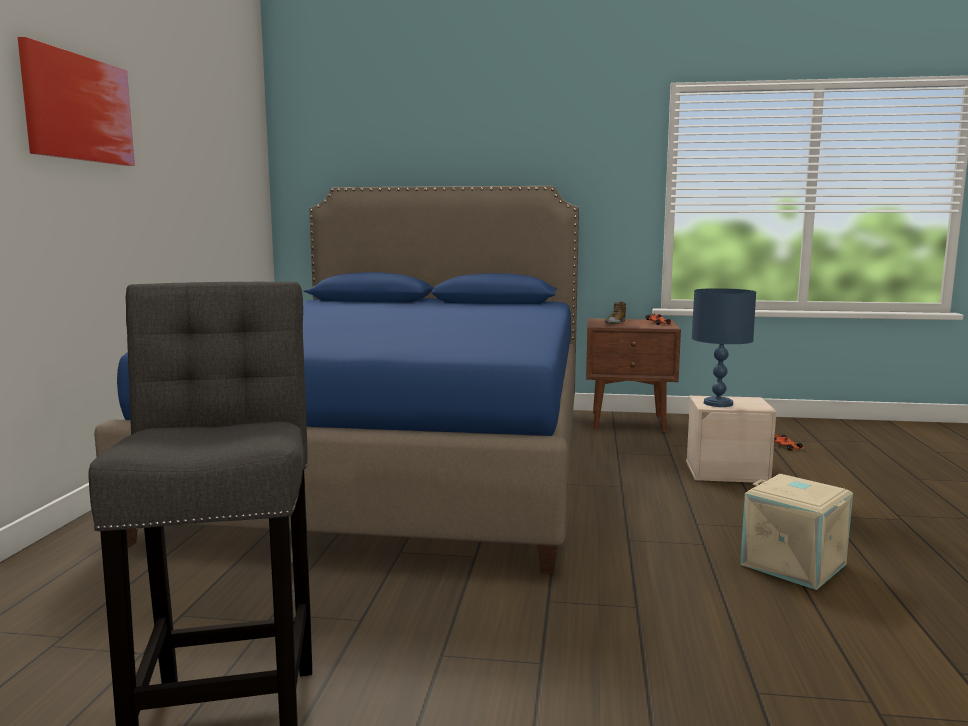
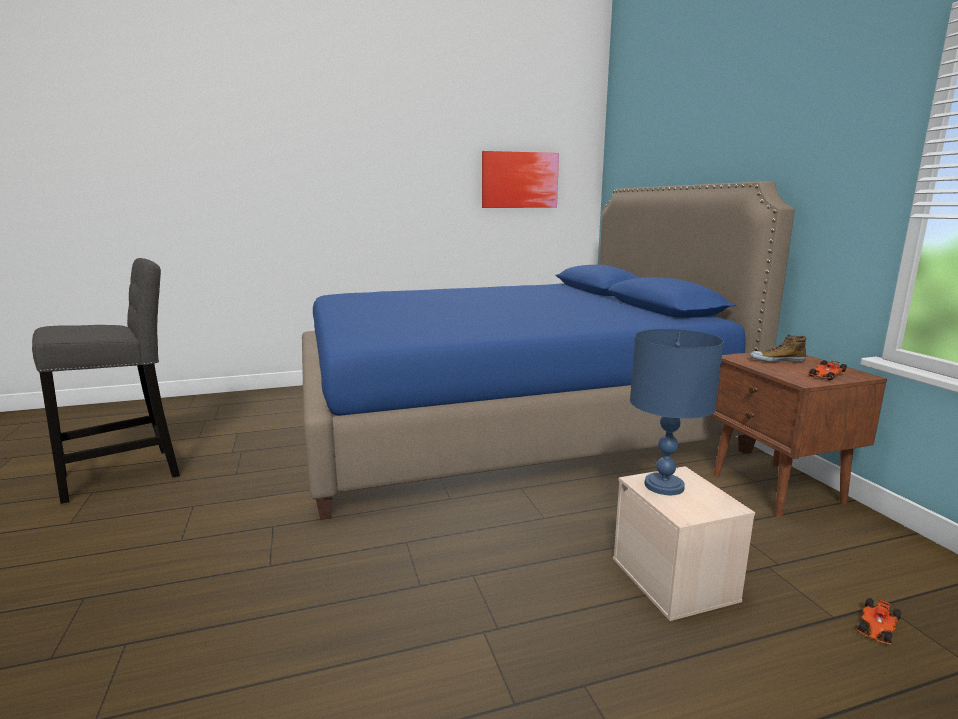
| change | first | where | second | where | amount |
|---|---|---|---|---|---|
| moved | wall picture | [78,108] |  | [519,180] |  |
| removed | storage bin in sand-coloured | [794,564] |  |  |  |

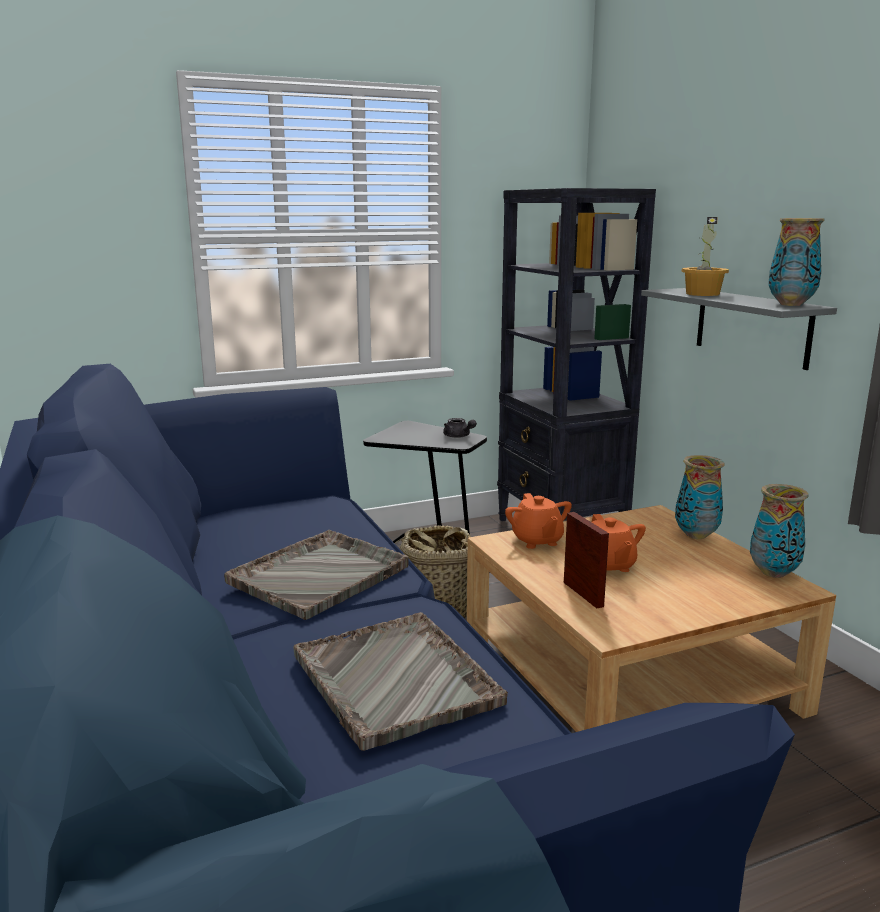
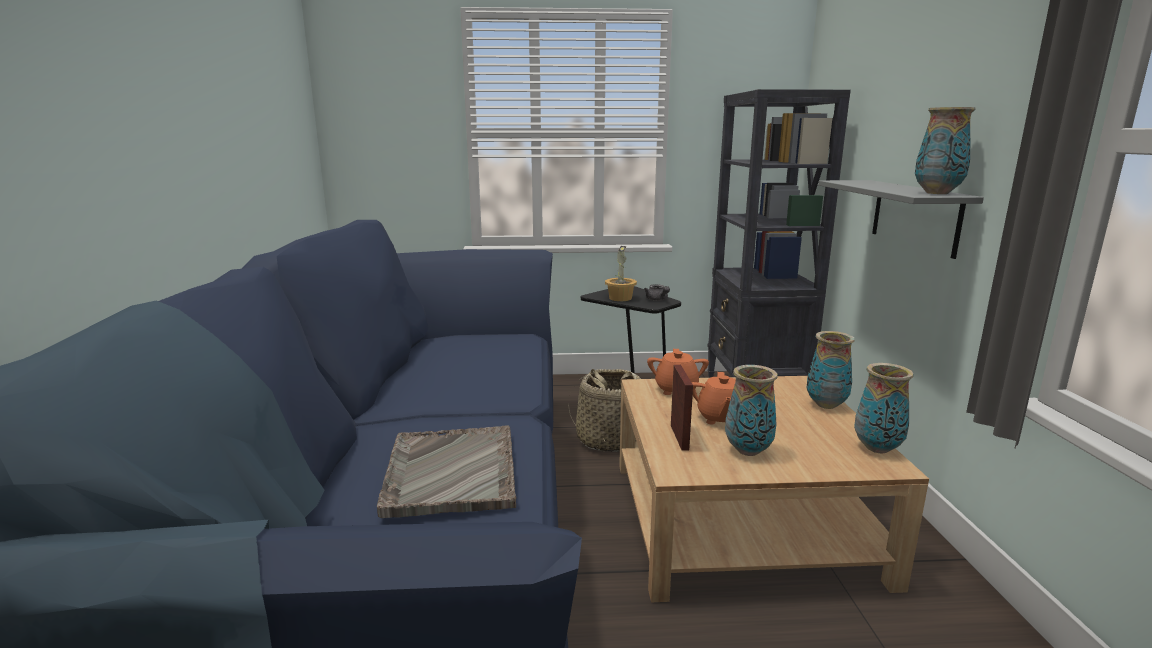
| change | first | where | second | where | amount |
|---|---|---|---|---|---|
| moved | potted plant | [702,294] |  | [620,298] |  |
| removed | carrying tray in grey | [320,574] |  |  |  |
| added |  |  | decorative vase | [747,451] |  |

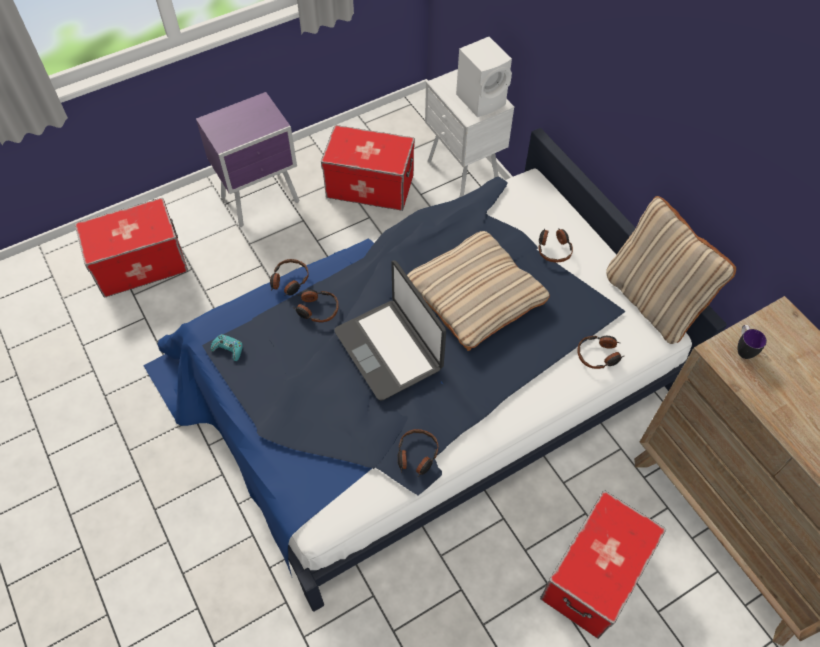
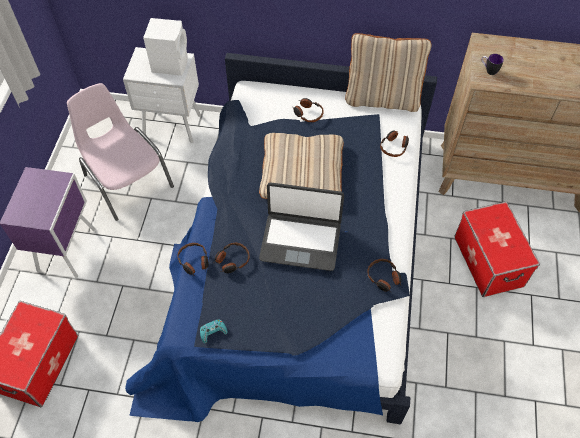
| change | first | where | second | where | amount |
|---|---|---|---|---|---|
| replaced | storage bin | [370,186] | upright chair in pink-coloured | [127,180] |  |

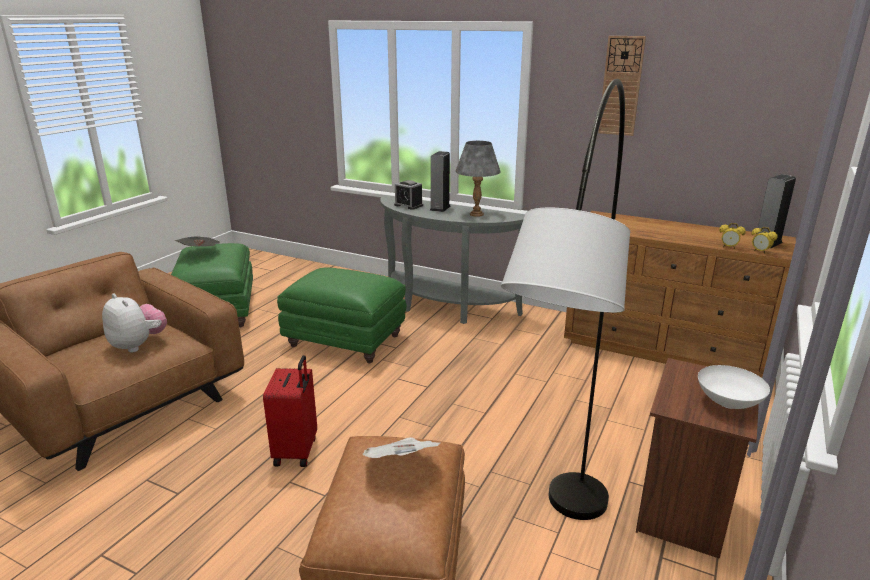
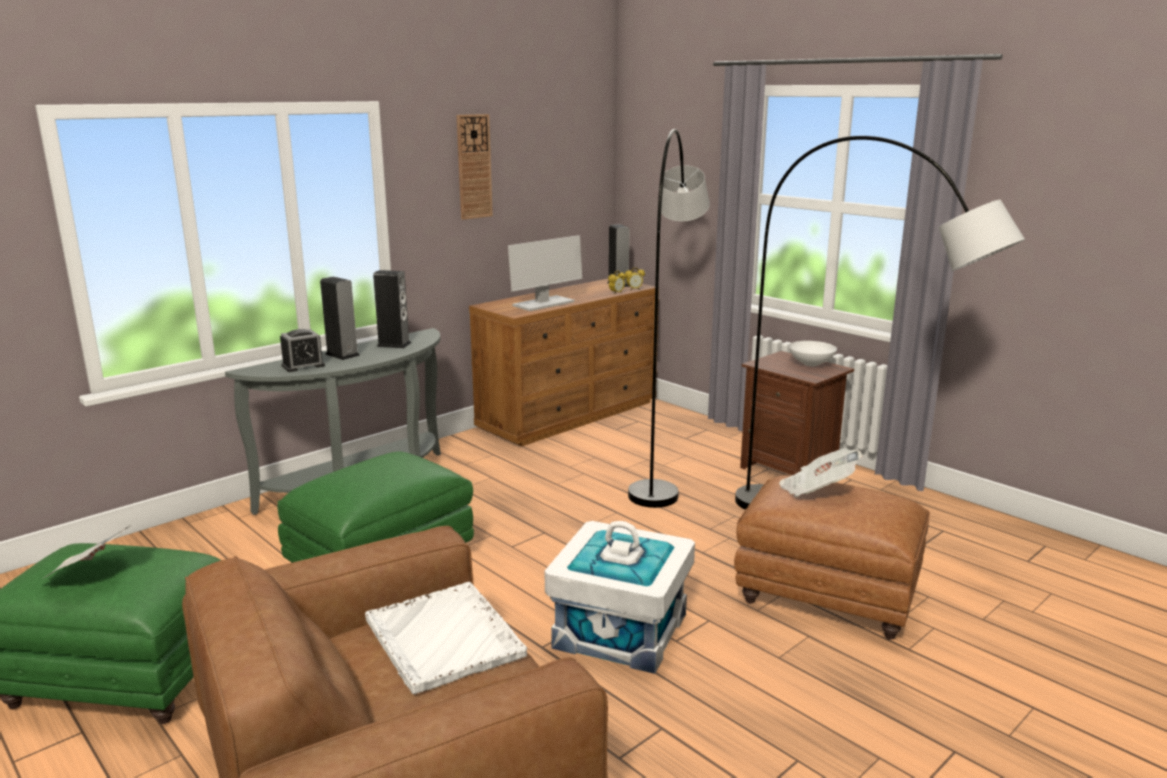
| change | first | where | second | where | amount |
|---|---|---|---|---|---|
| replaced | tabletop lamp in grey | [476,214] | loudspeaker | [394,344] |  |
| replaced | plush toy | [138,345] | carrying tray in white-coloured | [444,639] |  |
| replaced | suitcase in red-coloured | [297,451] | storage bin in white-coloured | [621,630] |  |
| added |  |  | standard lamp in grey | [665,459] |  |
| added |  |  | computer display | [543,304] |  |

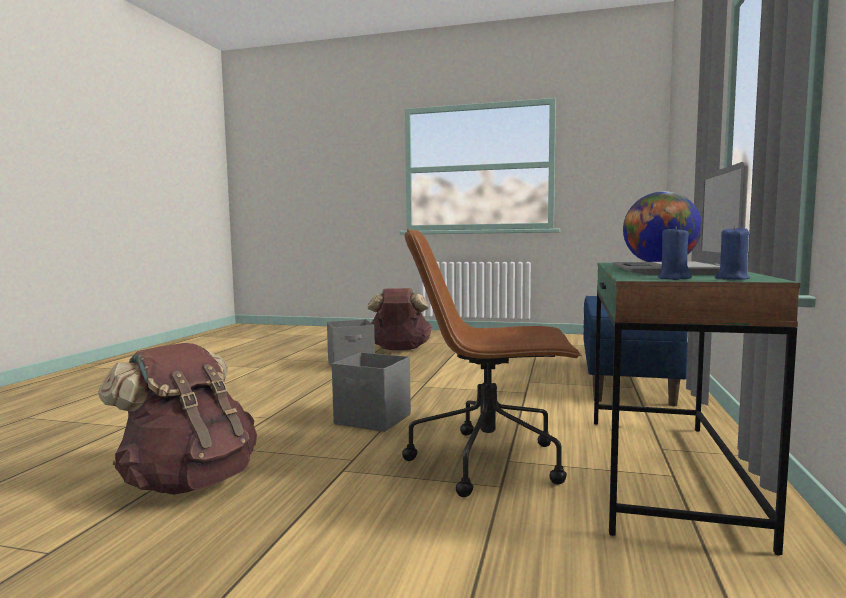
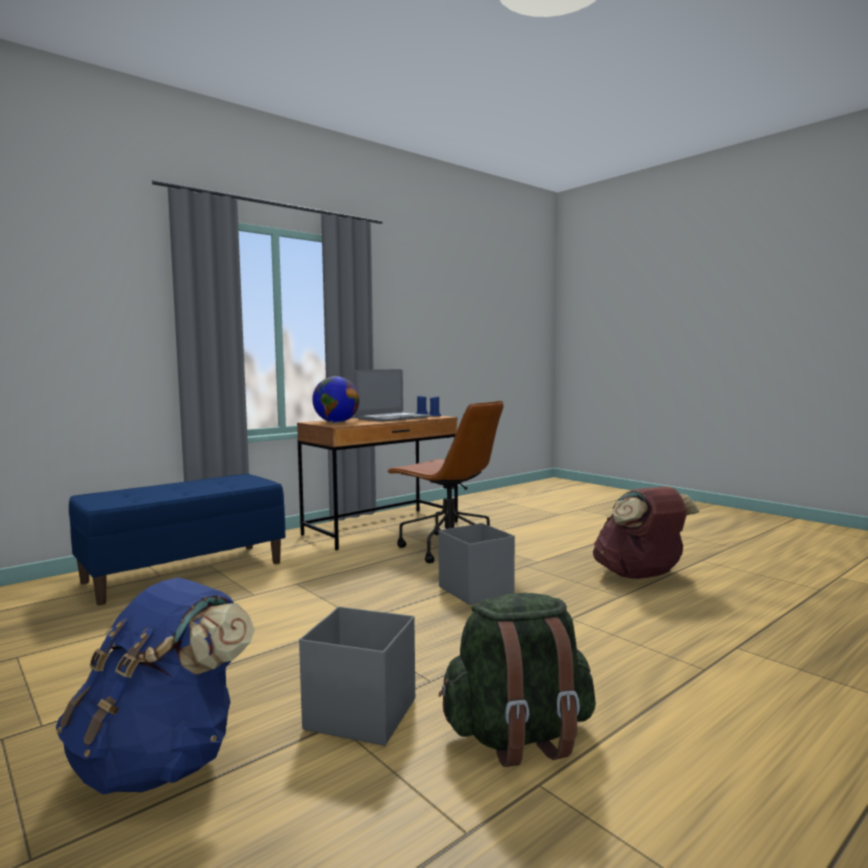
| change | first | where | second | where | amount |
|---|---|---|---|---|---|
| recoloured | desk in greenish | [663,472] | desk in brown | [382,528] |  |
| recoloured | backpack in brown | [399,350] | backpack in blue | [162,761] |  |
| added |  |  | backpack in greenish | [518,736] |  |

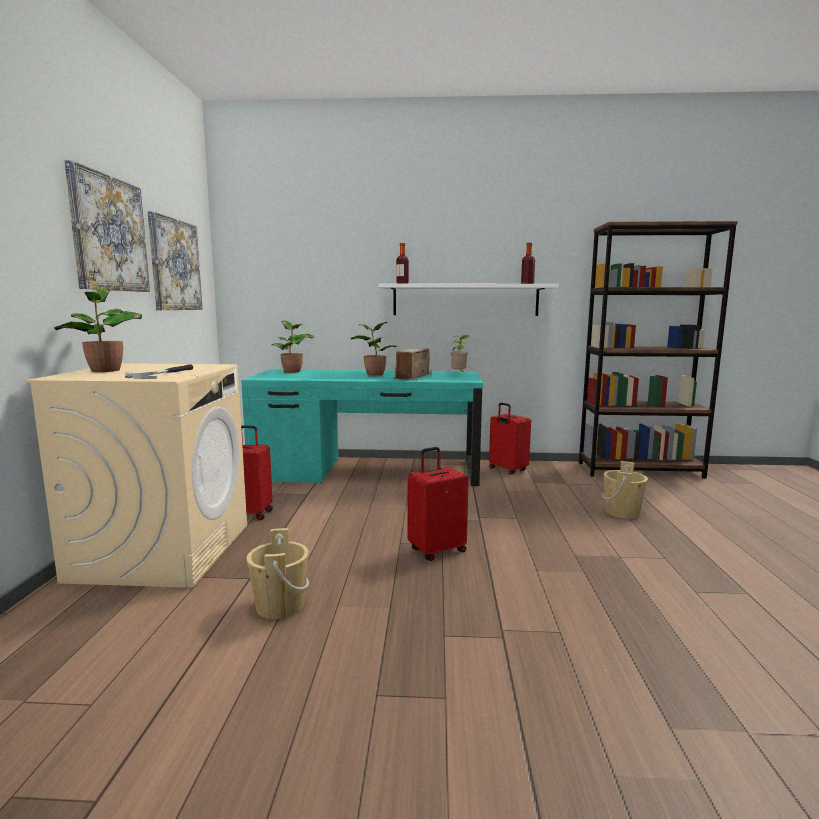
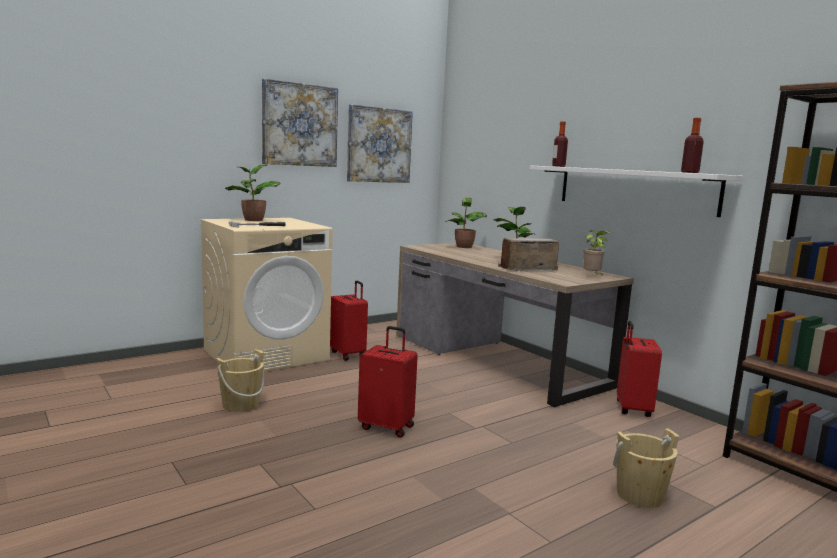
| change | first | where | second | where | amount |
|---|---|---|---|---|---|
| recoloured | desk in turquoise | [368,471] | desk in brown | [496,360] |  |

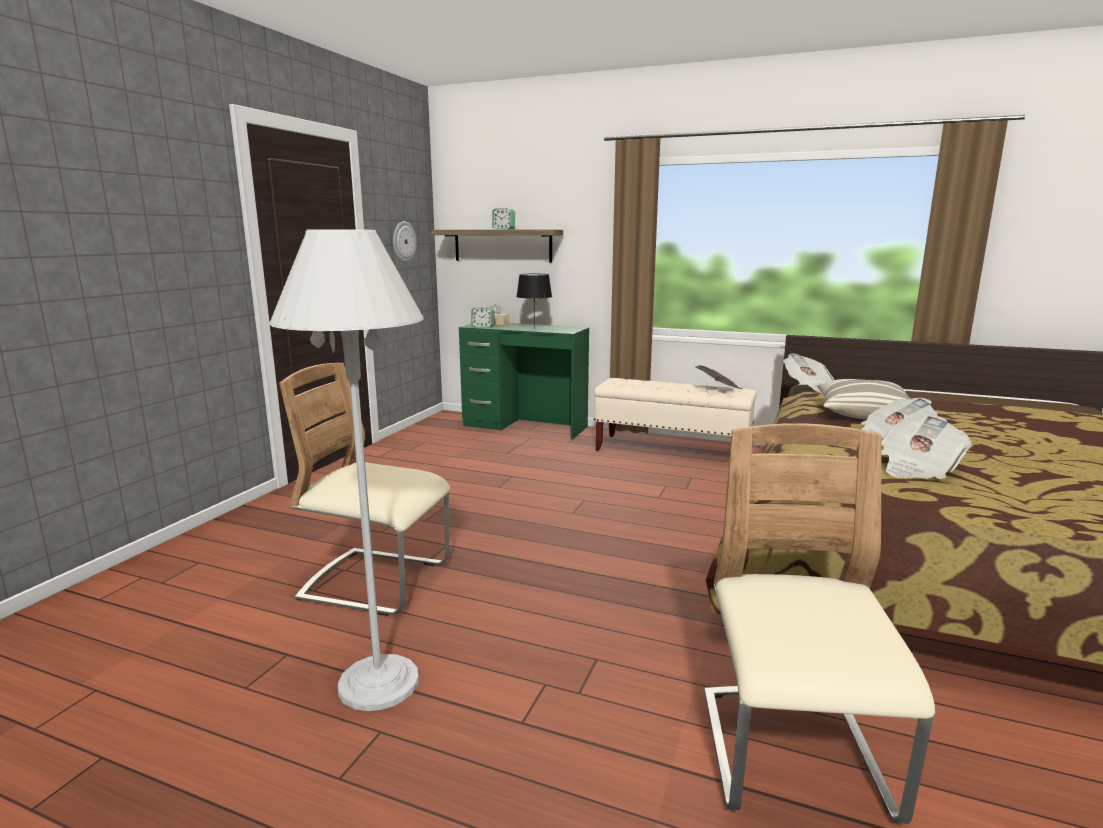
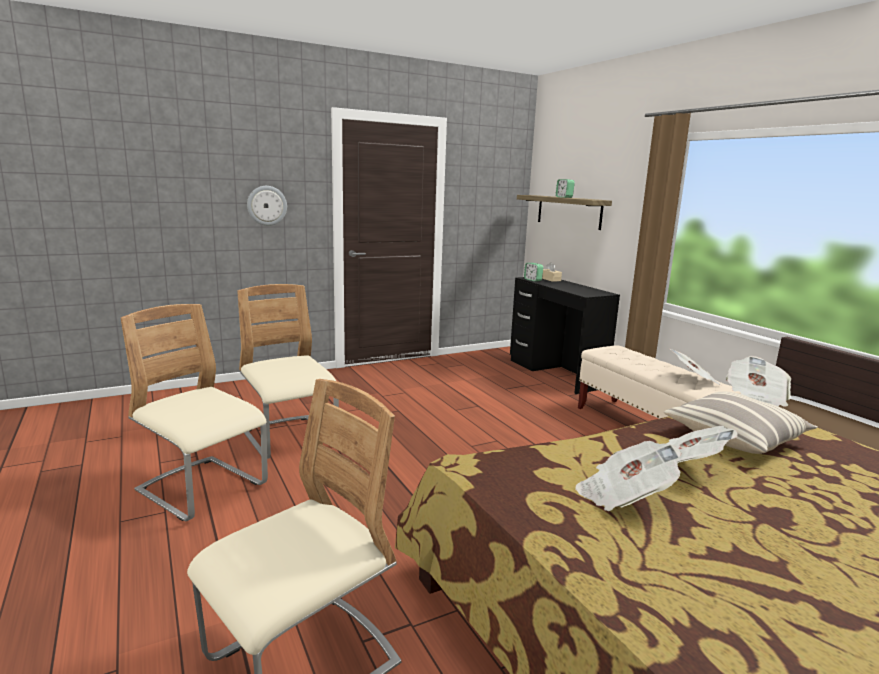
| change | first | where | second | where | amount |
|---|---|---|---|---|---|
| moved | clock on the wall | [403,241] |  | [267,205] |  |
| replaced | standard lamp in white-coloured | [378,683] | upright chair in sand-coloured | [202,489] |  |
| removed | tabletop lamp in blackish | [534,329] |  |  |  |
| recoloured | desk in greenish | [525,426] | desk in blackish | [556,373] |  |

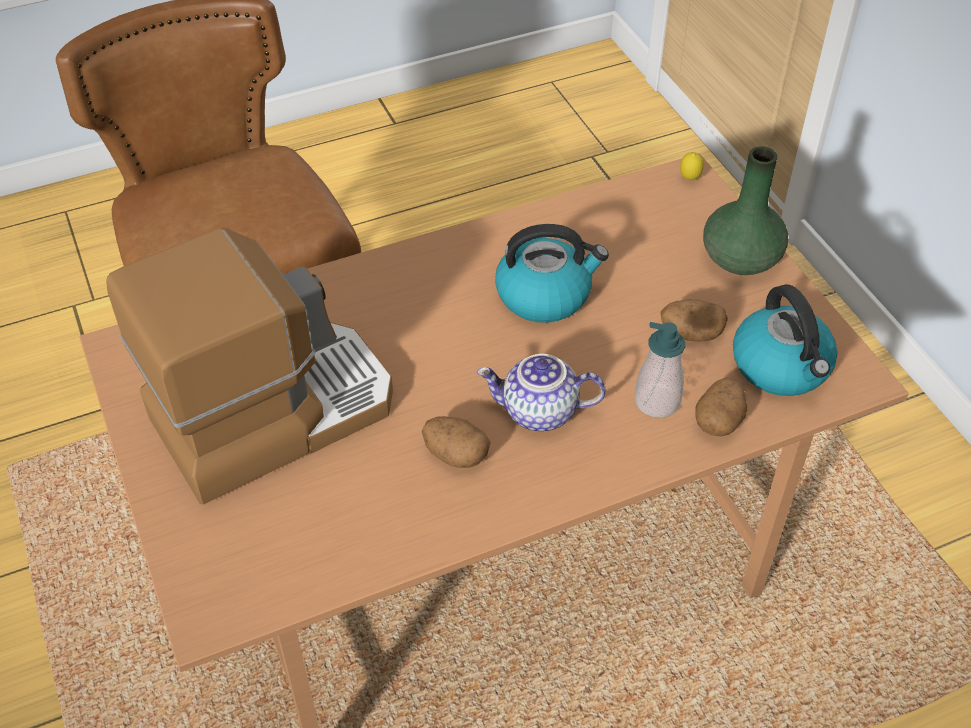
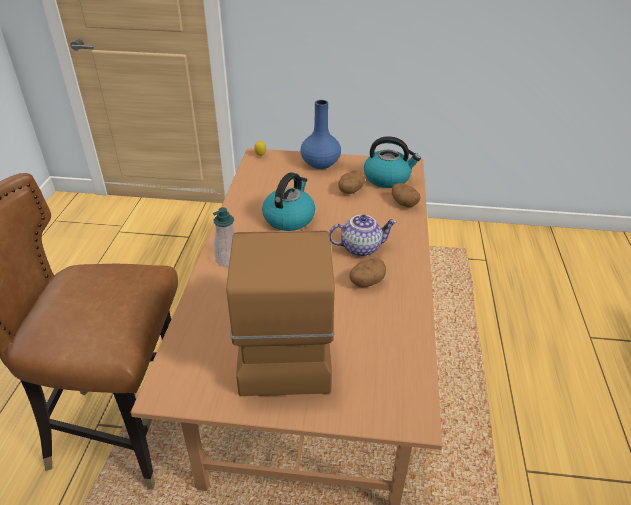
| change | first | where | second | where | amount |
|---|---|---|---|---|---|
| recoloured | decorative vase in greenish | [739,259] | decorative vase in blue | [320,164] |  |
| moved | soap dispenser | [657,401] |  | [228,259] |  |
| turned | tea pot | [539,413] |  | [361,247] | 135 degrees counterclockwise |

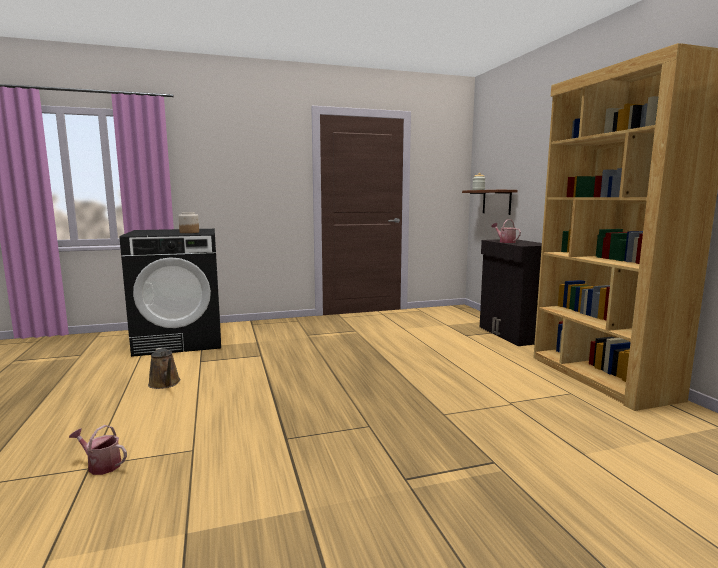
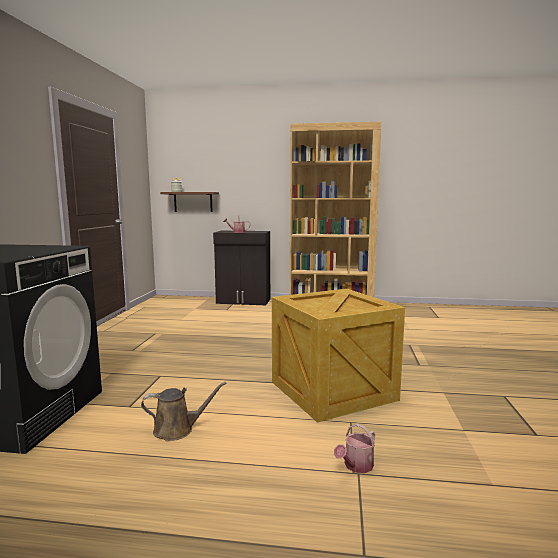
| change | first | where | second | where | amount |
|---|---|---|---|---|---|
| removed | jar | [189,232] |  |  |  |
| added |  |  | shipping crate | [332,391] |  |

